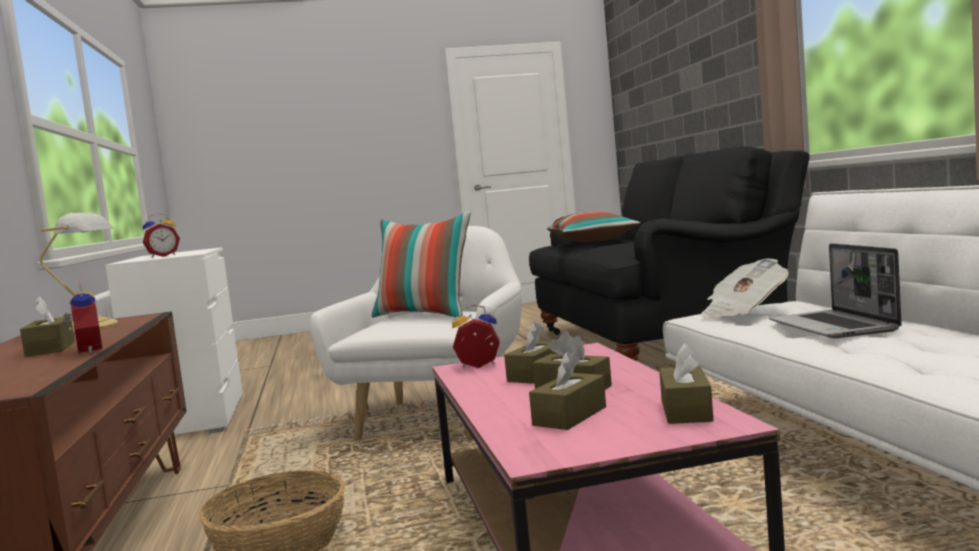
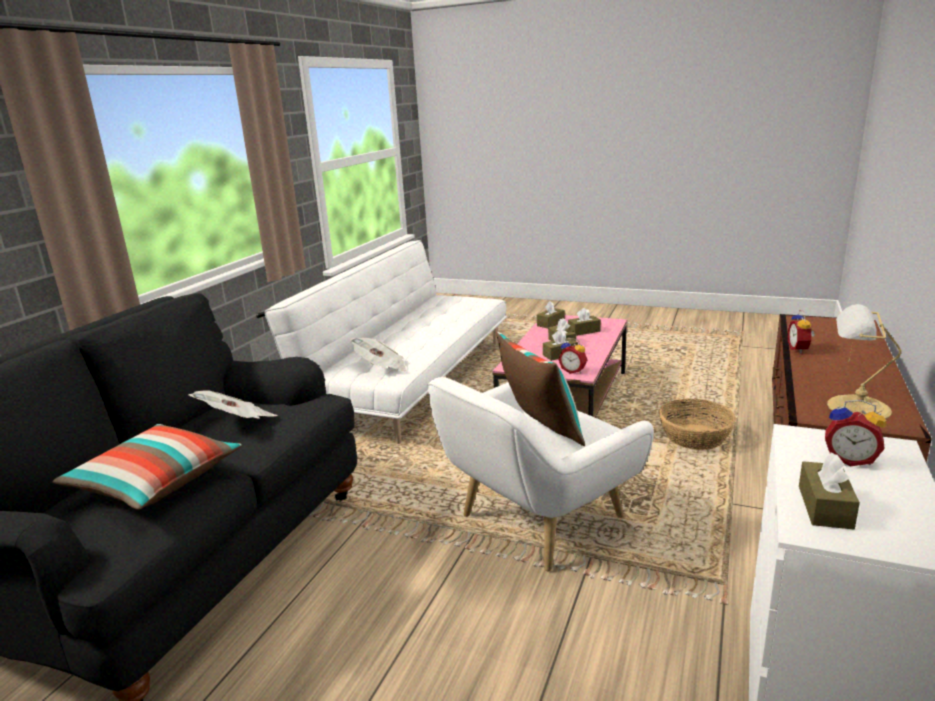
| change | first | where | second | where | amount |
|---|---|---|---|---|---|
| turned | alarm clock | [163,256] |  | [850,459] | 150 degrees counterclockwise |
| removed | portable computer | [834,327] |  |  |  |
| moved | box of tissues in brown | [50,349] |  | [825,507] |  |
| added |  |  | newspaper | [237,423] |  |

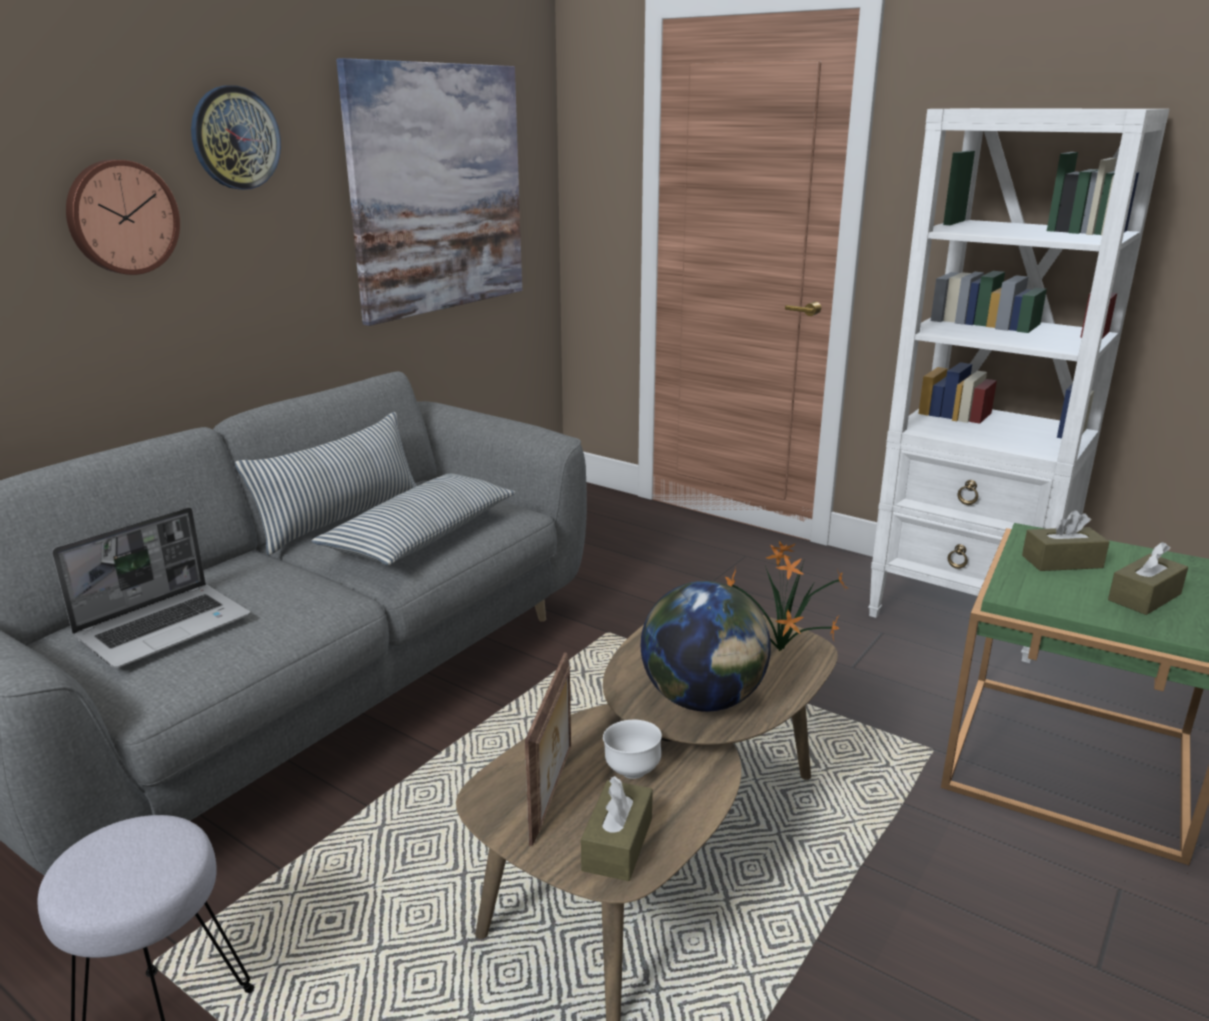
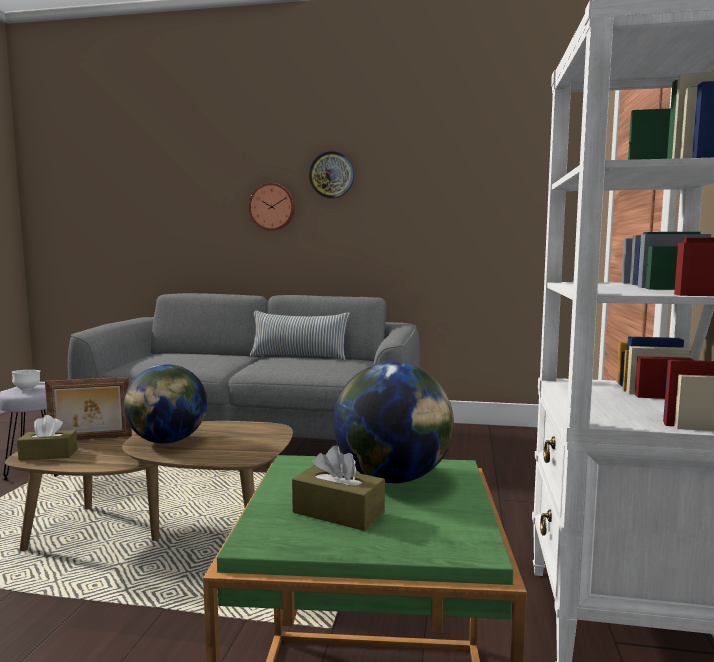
| change | first | where | second | where | amount |
|---|---|---|---|---|---|
| removed | wall picture | [438,190] |  |  |  |
| removed | throw pillow | [421,536] |  |  |  |
| removed | portable computer | [165,627] |  |  |  |
| replaced | box of tissues in brown | [1062,562] | desk globe | [393,478] |  |
| removed | potted plant | [776,651] |  |  |  |
| moved | serving bowl in white-coloured | [631,771] |  | [27,389] |  |

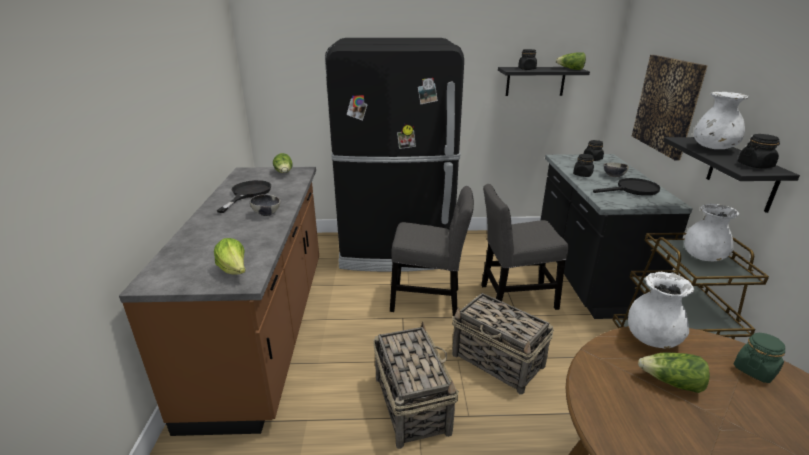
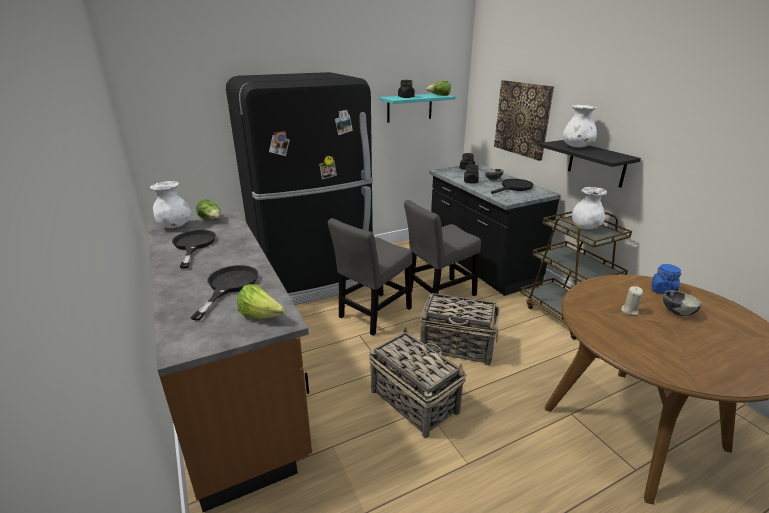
| change | first | where | second | where | amount |
|---|---|---|---|---|---|
| recoloured | wall shelf in blackish | [535,81] | wall shelf in turquoise | [409,107] |  |
| removed | jar in blackish | [755,165] |  |  |  |
| turned | upright chair in grey | [430,300] |  | [373,314] | 150 degrees clockwise |
| moved | serving bowl | [266,213] |  | [677,312] |  |
| moved | decorative vase in white-coloured | [651,339] |  | [175,226] |  |
| recoloured | jar in greenish | [754,370] | jar in blue | [662,290] |  |
| replaced | head of lettuce | [671,383] | wax light in sand-coloured | [629,311] |  |
| added |  |  | pan in blackish | [229,286] |  |

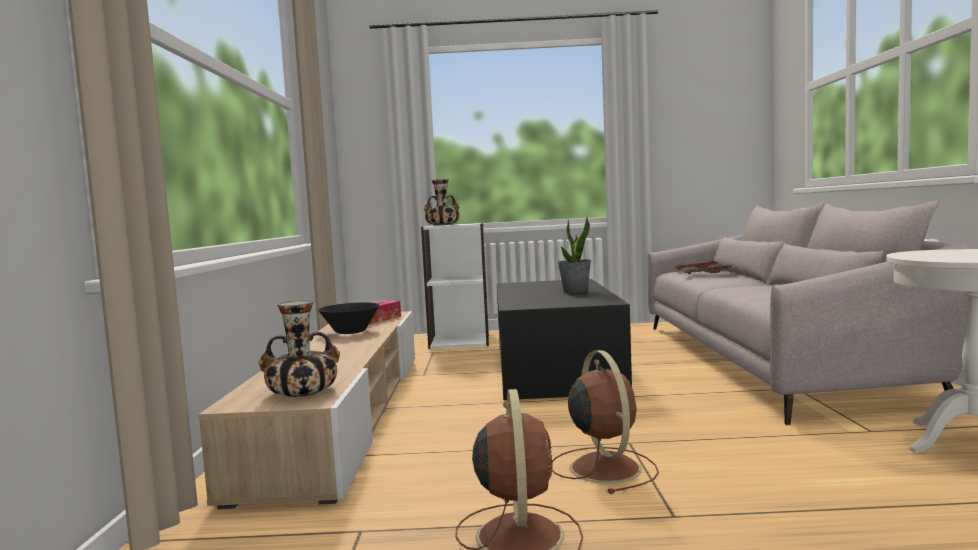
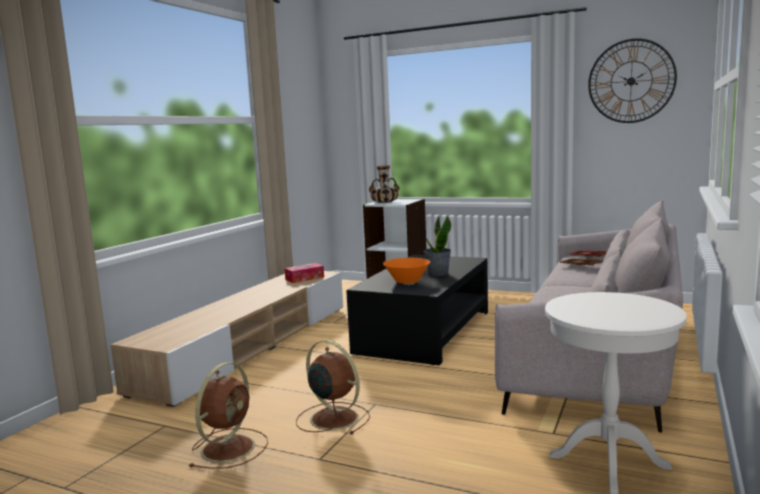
| change | first | where | second | where | amount |
|---|---|---|---|---|---|
| removed | decorative vase | [304,391] |  |  |  |
| removed | serving bowl in blackish | [351,332] |  |  |  |
| turned | electric fan in brown | [603,467] |  | [332,418] | 60 degrees counterclockwise |
| added |  |  | clock on the wall | [631,81] |  |
| added |  |  | serving bowl in orange-coloured | [407,281] |  |

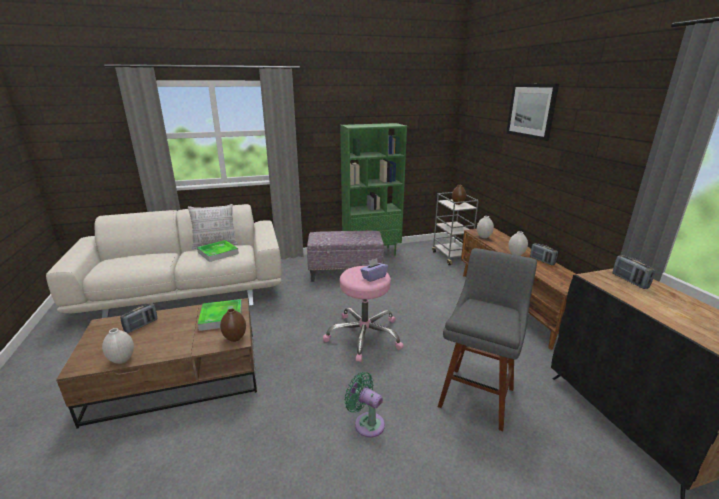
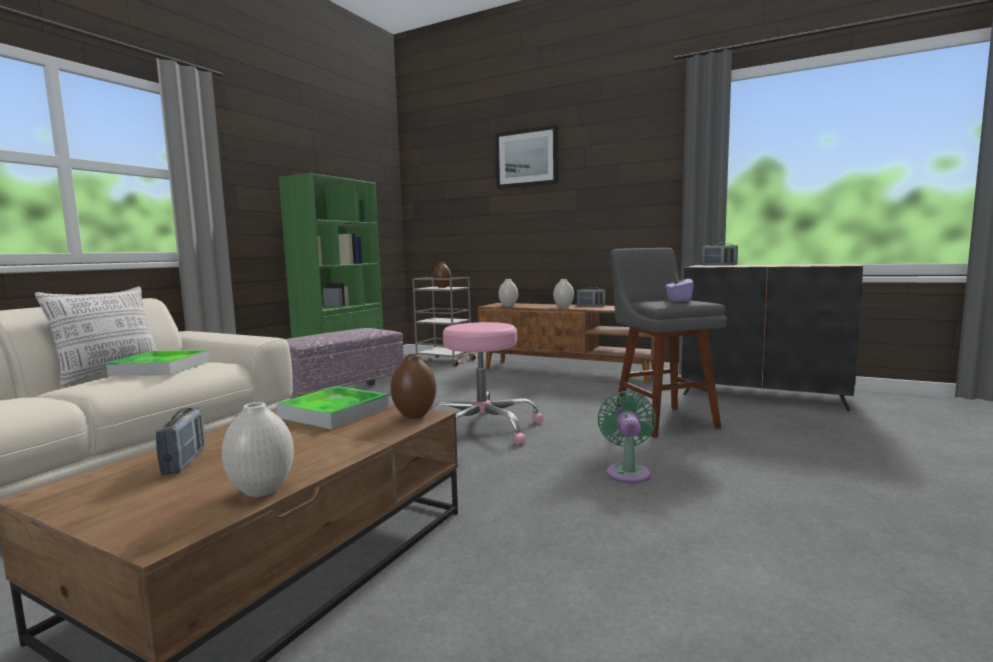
| change | first | where | second | where | amount |
|---|---|---|---|---|---|
| moved | box of tissues in purple | [373,277] |  | [678,300] |  |
| turned | electric fan in greenish | [366,423] |  | [628,472] | 105 degrees clockwise |

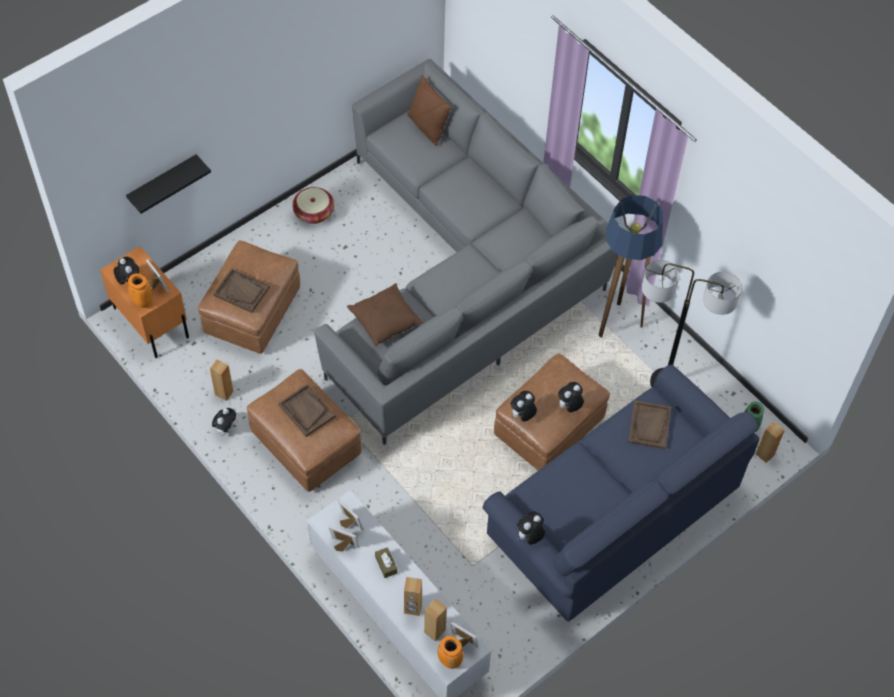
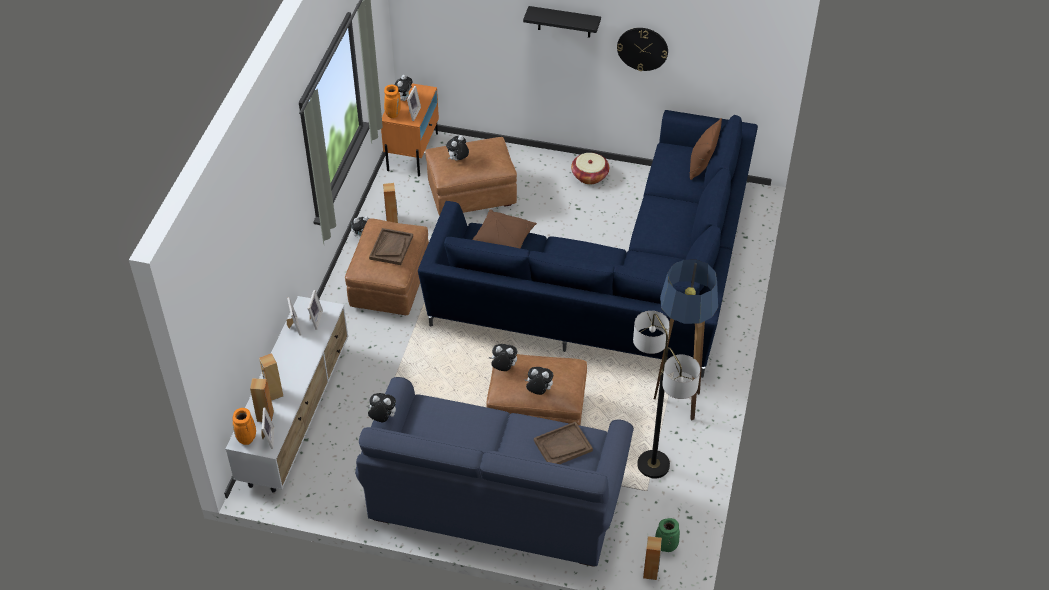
| change | first | where | second | where | amount |
|---|---|---|---|---|---|
| recoloured | settee in grey | [461,276] | settee in blue | [621,285] |  |
| moved | wall shelf in blackish | [163,184] |  | [564,22] |  |
| replaced | carrying tray in brown | [242,291] | plush toy | [458,160] |  |
| removed | box of tissues in brown | [386,565] |  |  |  |
| added |  |  | clock on the wall | [642,48] |  |

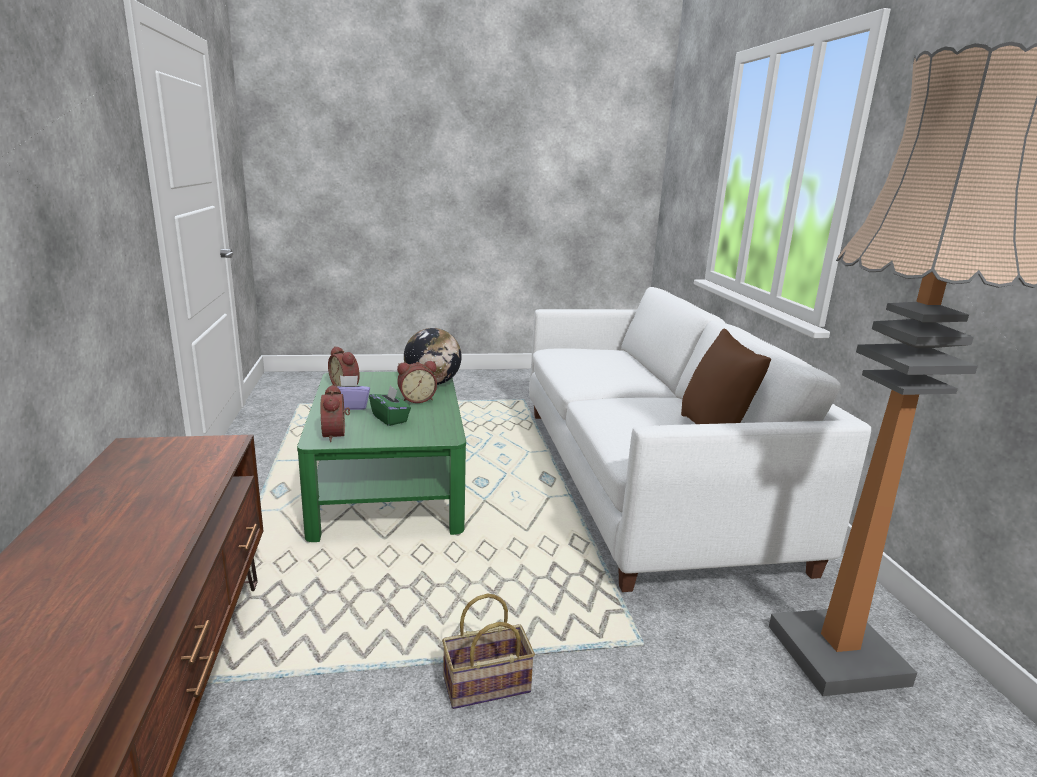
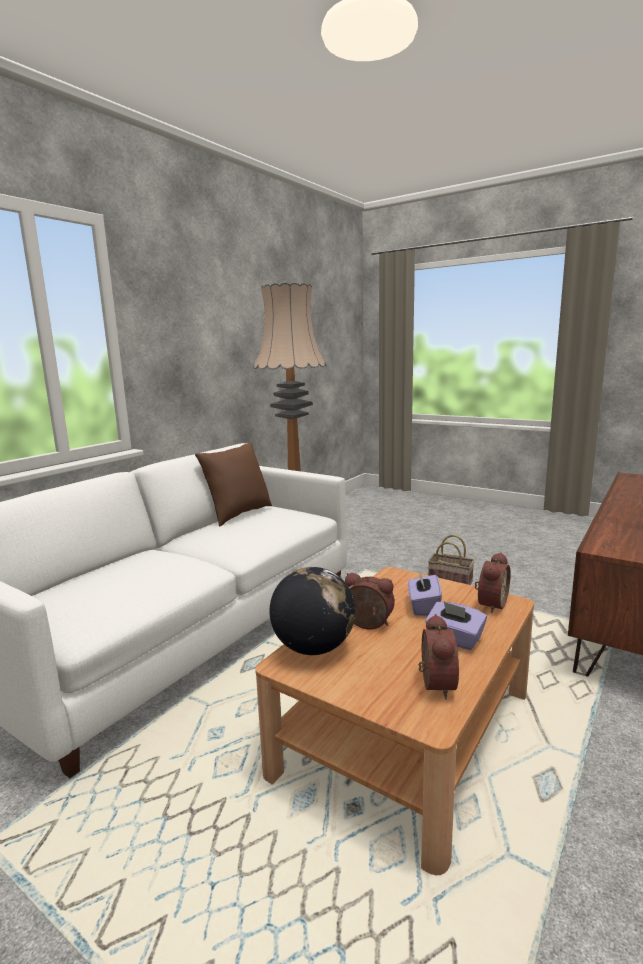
| change | first | where | second | where | amount |
|---|---|---|---|---|---|
| recoloured | low table in greenish | [388,485] | low table in brown | [406,730] |  |
| recoloured | box of tissues in greenish | [390,419] | box of tissues in purple | [423,607] |  |

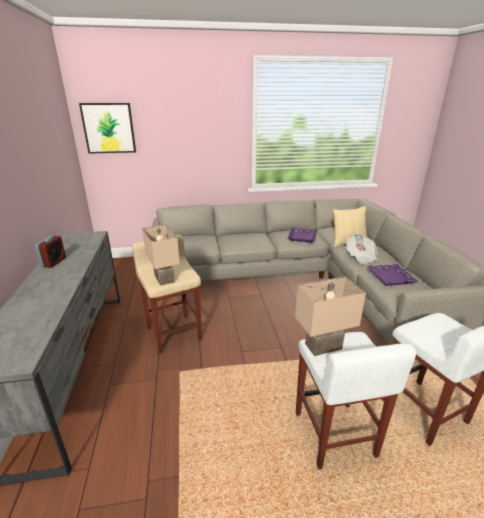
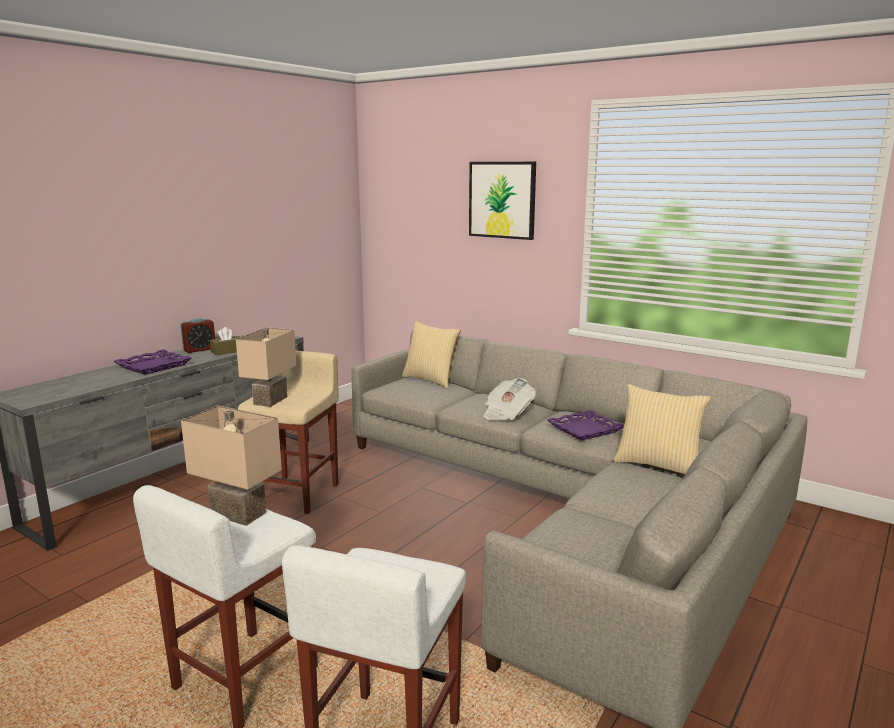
| change | first | where | second | where | amount |
|---|---|---|---|---|---|
| moved | wall picture | [109,128] |  | [502,200] |  |
| moved | newspaper | [360,257] |  | [507,413] |  |
| moved | carrying tray in purple | [390,277] |  | [153,366] |  |
| added |  |  | throw pillow | [431,380] |  |
| added |  |  | box of tissues in brown | [227,351] |  |

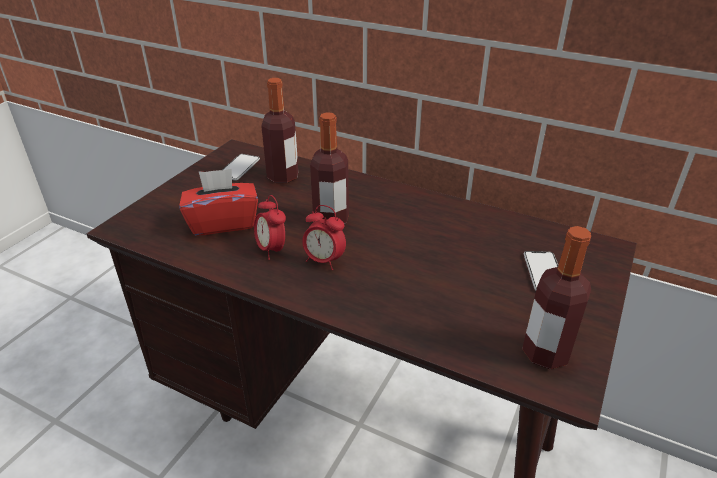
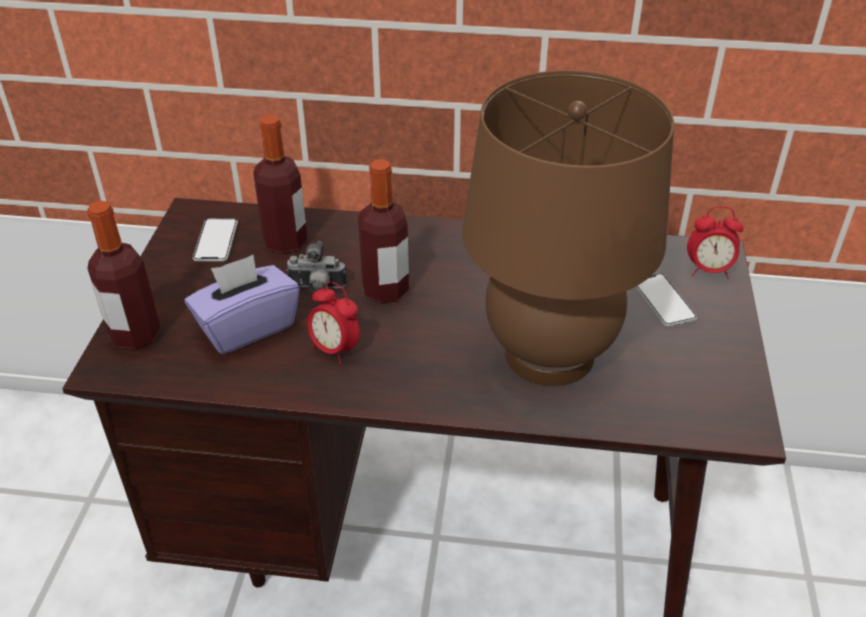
| change | first | where | second | where | amount |
|---|---|---|---|---|---|
| recoloured | box of tissues in red-coloured | [223,222] | box of tissues in purple | [247,327] |  |
| moved | alarm clock | [324,261] |  | [708,270] |  |
| moved | bottle | [545,353] |  | [135,335] |  |
| added |  |  | tabletop lamp in brown | [549,354] |  |
| added |  |  | photo camera | [317,288] |  |

